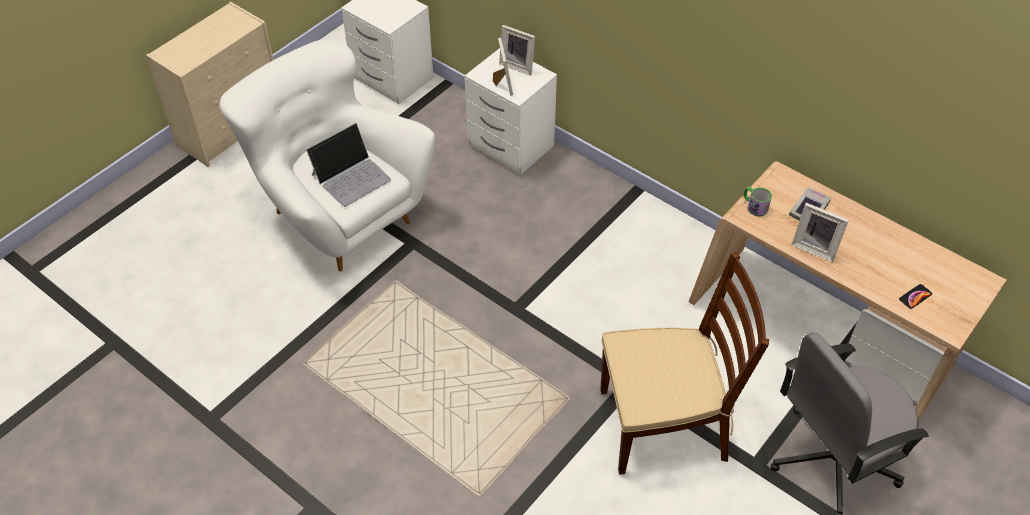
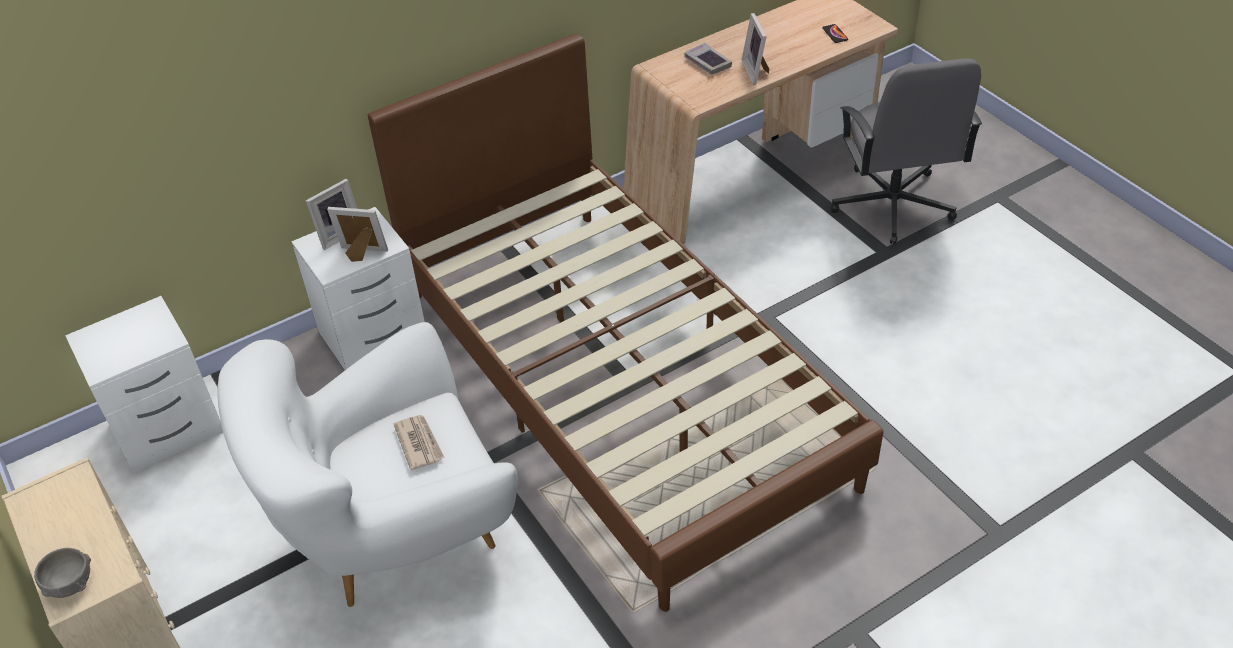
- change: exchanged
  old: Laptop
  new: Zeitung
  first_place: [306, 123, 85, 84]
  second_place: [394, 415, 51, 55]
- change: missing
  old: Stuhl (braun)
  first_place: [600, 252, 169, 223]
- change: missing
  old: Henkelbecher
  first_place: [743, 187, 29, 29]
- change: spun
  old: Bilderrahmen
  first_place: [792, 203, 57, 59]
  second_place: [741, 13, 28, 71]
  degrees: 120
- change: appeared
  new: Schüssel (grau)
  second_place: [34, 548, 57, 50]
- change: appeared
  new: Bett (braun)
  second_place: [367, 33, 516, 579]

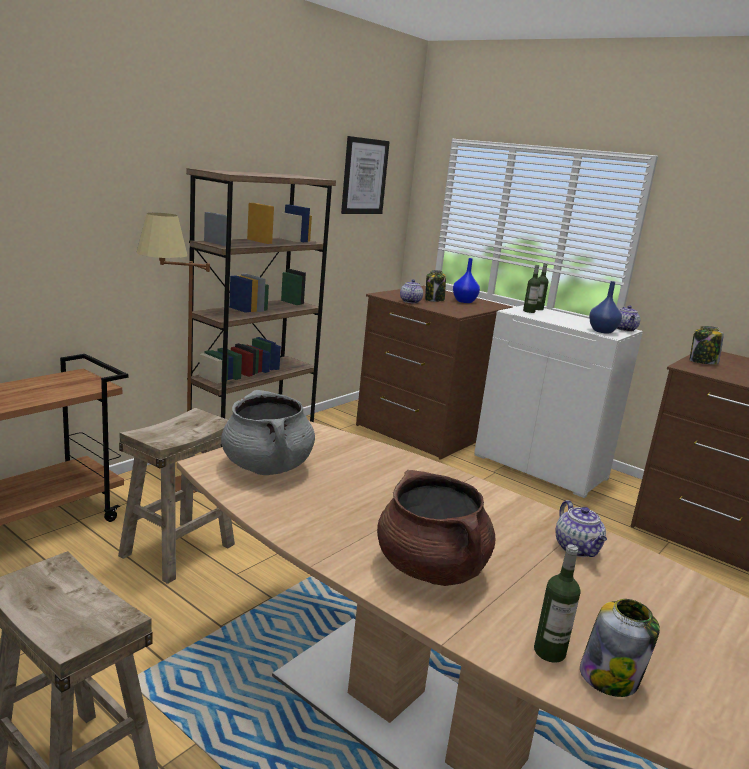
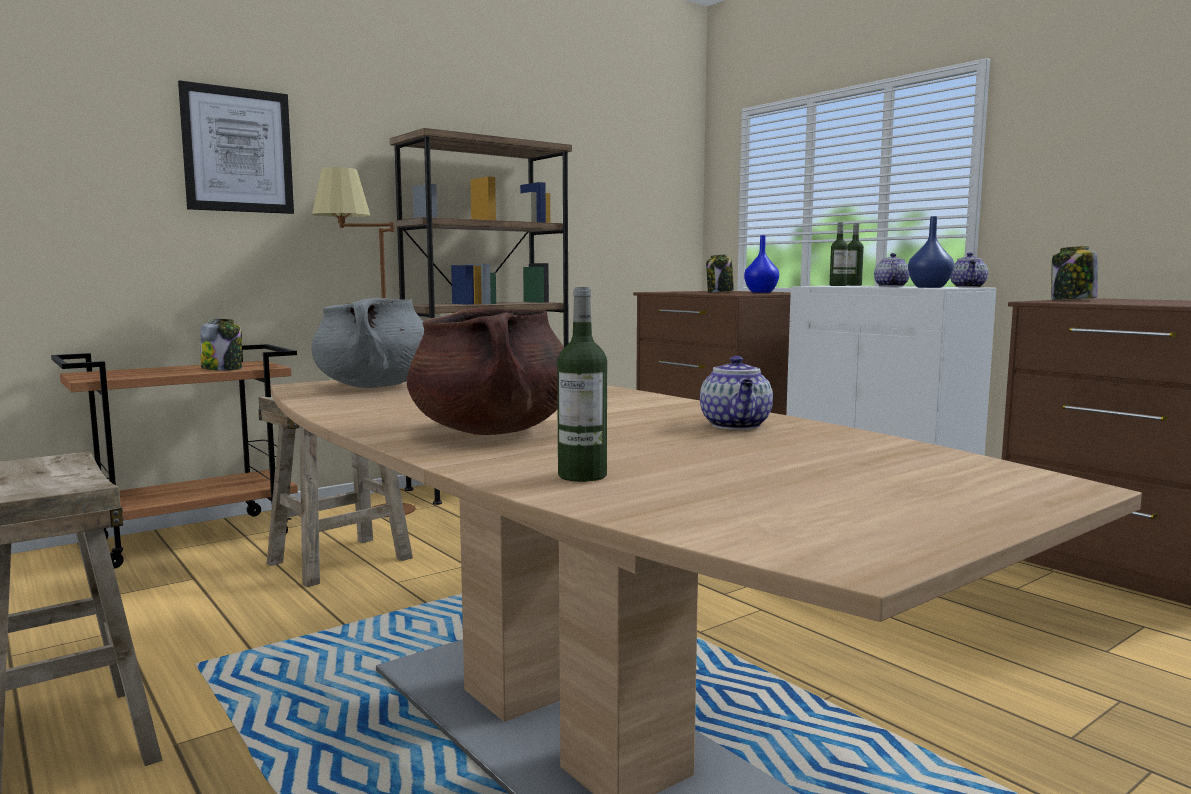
- change: relocated
  old: Bild
  first_place: [341, 136, 49, 78]
  second_place: [178, 80, 116, 134]
- change: relocated
  old: Teekanne
  first_place: [400, 279, 23, 25]
  second_place: [874, 253, 36, 34]
- change: relocated
  old: Vorratsglas
  first_place: [580, 599, 80, 98]
  second_place: [201, 319, 41, 52]

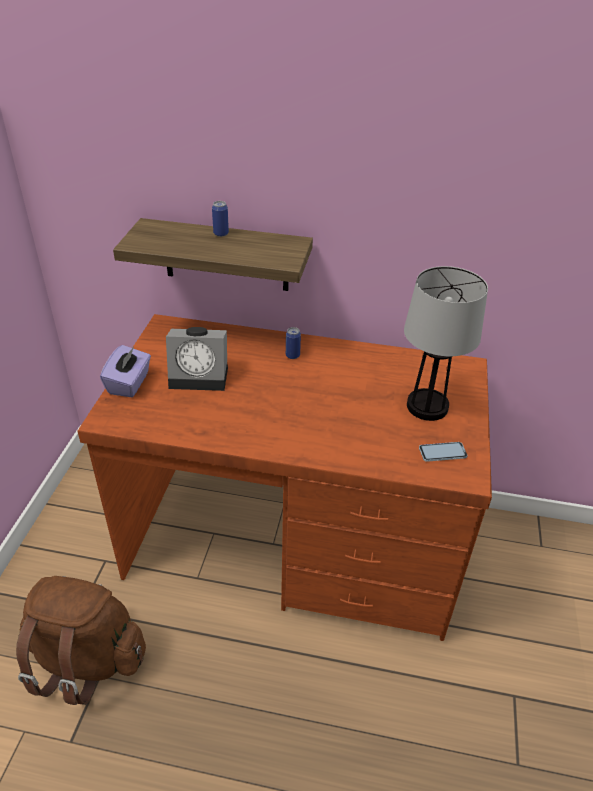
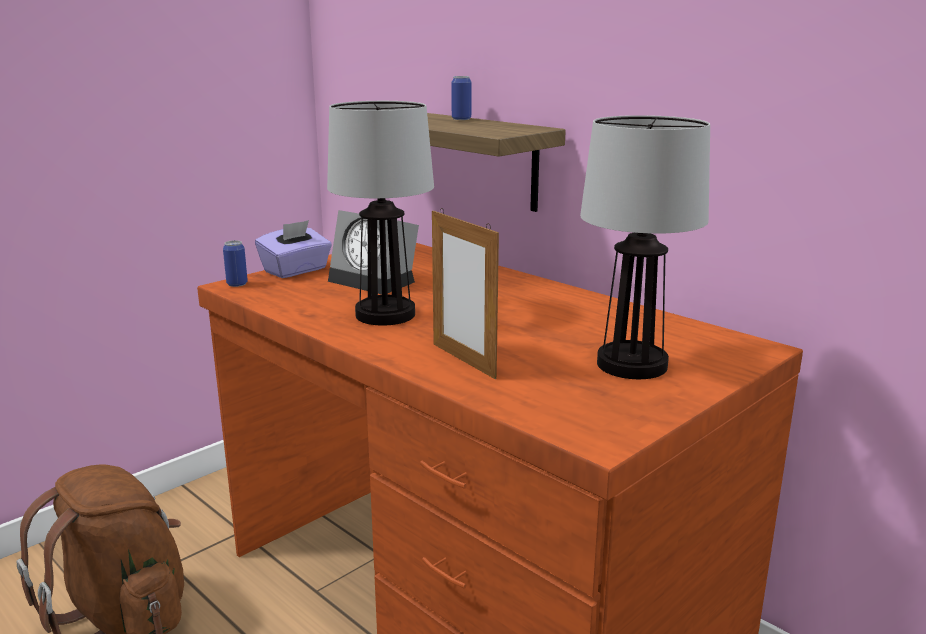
- change: relocated
  old: Dose
  first_place: [286, 327, 15, 32]
  second_place: [223, 240, 25, 47]
- change: missing
  old: Handy
  first_place: [419, 442, 49, 20]
- change: appeared
  new: Tischlampe
  second_place: [327, 101, 107, 225]
- change: appeared
  new: Bilderrahmen
  second_place: [432, 208, 67, 171]

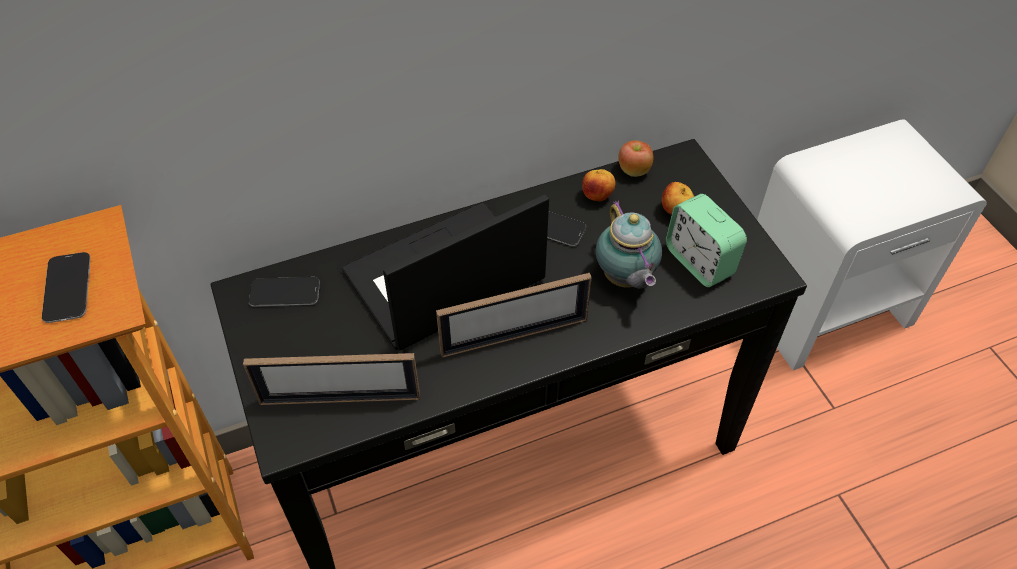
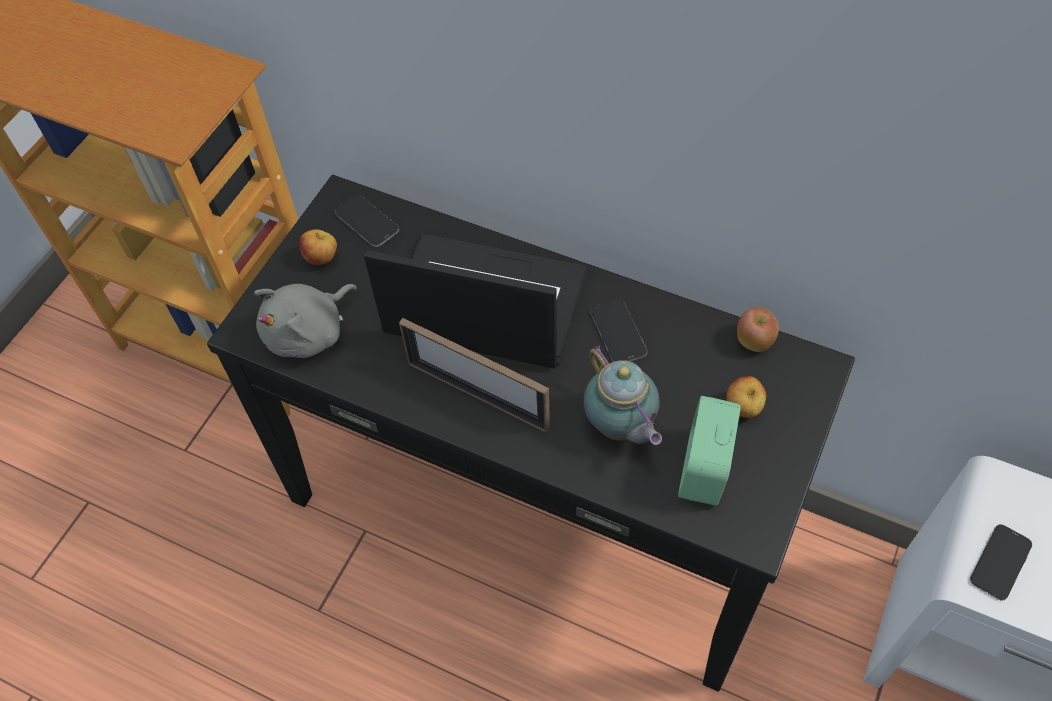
- change: relocated
  old: Handy
  first_place: [42, 252, 48, 71]
  second_place: [970, 524, 62, 77]
- change: exchanged
  old: Bilderrahmen
  new: Plüschtier (grau)
  first_place: [243, 353, 177, 52]
  second_place: [254, 284, 103, 74]
- change: relocated
  old: Apfel
  first_place: [582, 169, 33, 32]
  second_place: [299, 229, 38, 36]
- change: spun
  old: Teekanne
  first_place: [596, 200, 66, 89]
  second_place: [583, 346, 79, 99]
  degrees: -60

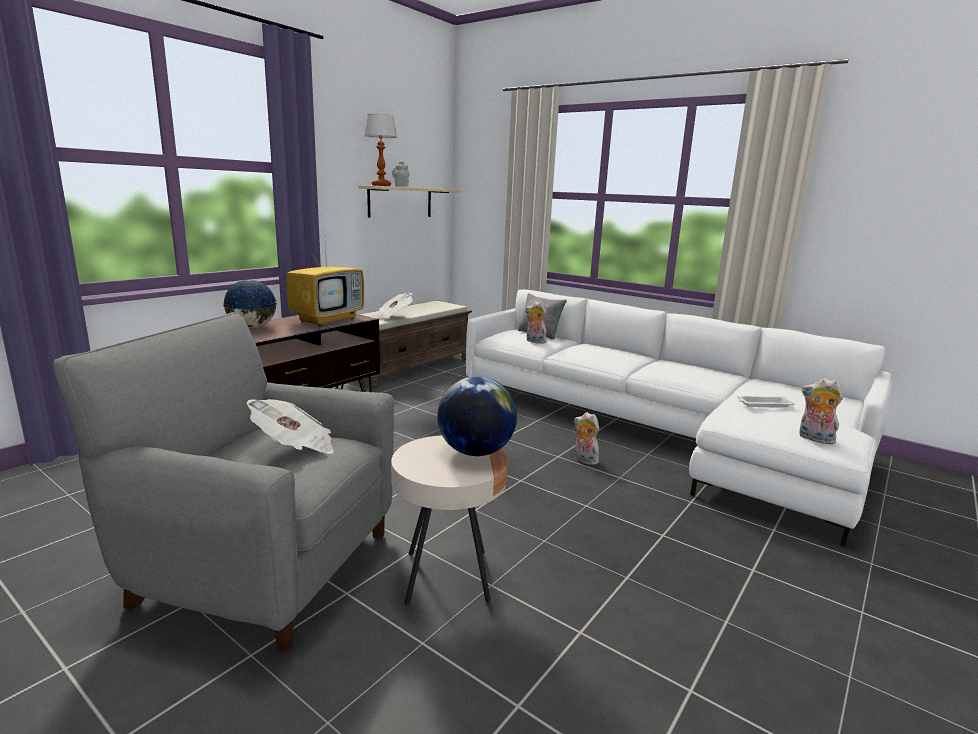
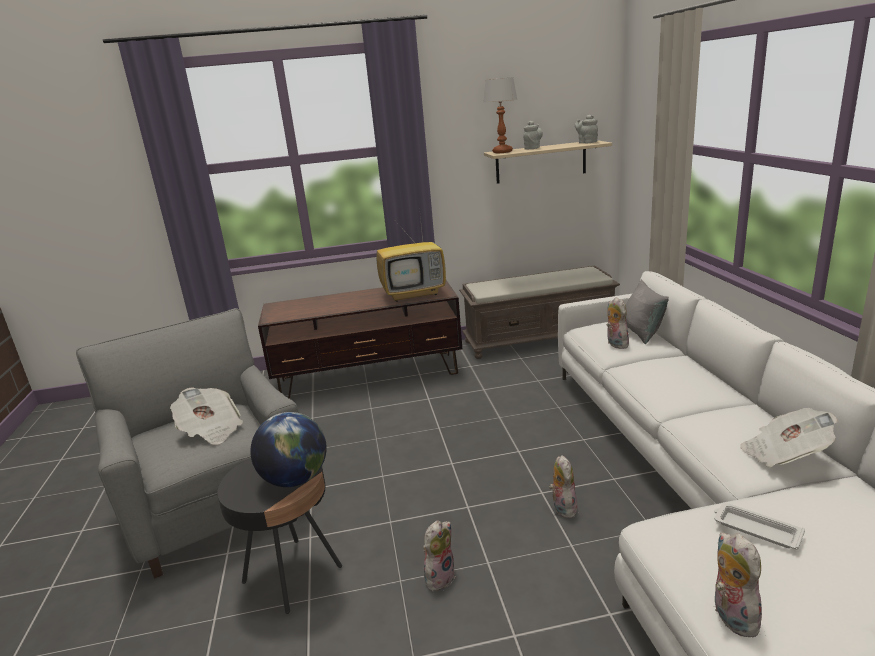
- change: missing
  old: Globus
  first_place: [223, 280, 54, 48]
- change: relocated
  old: Zeitung
  first_place: [371, 293, 42, 26]
  second_place: [740, 408, 98, 59]
- change: colour
  old: Beistelltisch (beige)
  new: Beistelltisch (schwarz)
  first_place: [391, 435, 117, 170]
  second_place: [217, 458, 125, 156]
- change: appeared
  new: Plüschtier
  second_place: [423, 520, 33, 71]
- change: appeared
  new: Teekanne (grau)
  second_place: [575, 115, 23, 29]

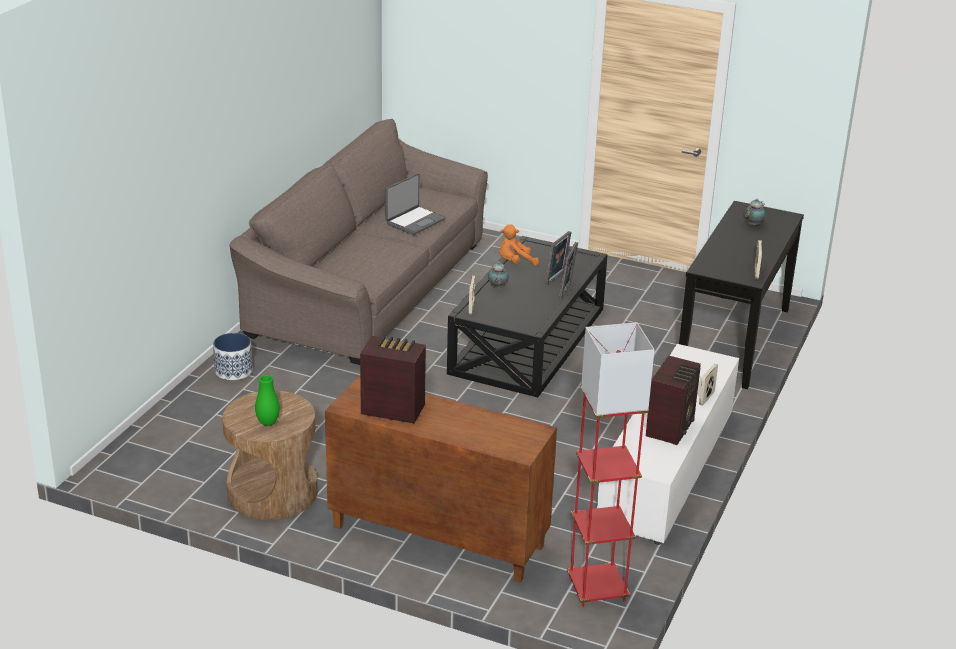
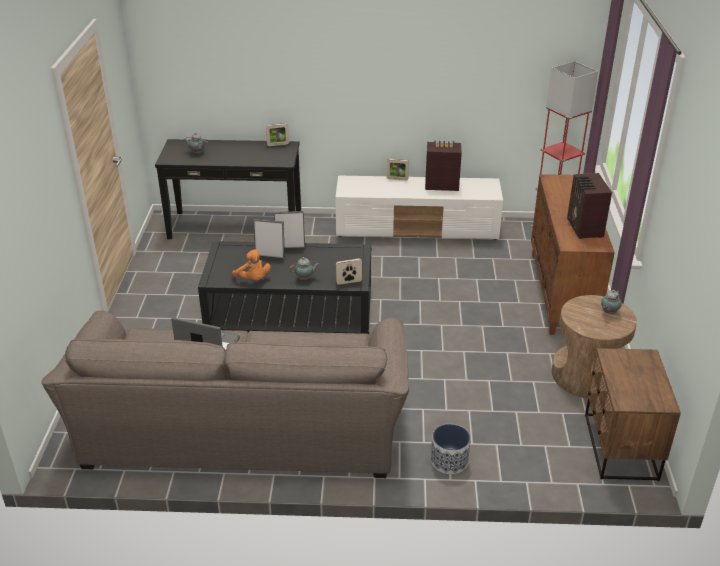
- change: exchanged
  old: Vase (grün)
  new: Teekanne
  first_place: [255, 375, 25, 51]
  second_place: [601, 290, 21, 24]
- change: appeared
  new: Nachttisch (braun)
  second_place: [585, 348, 96, 133]

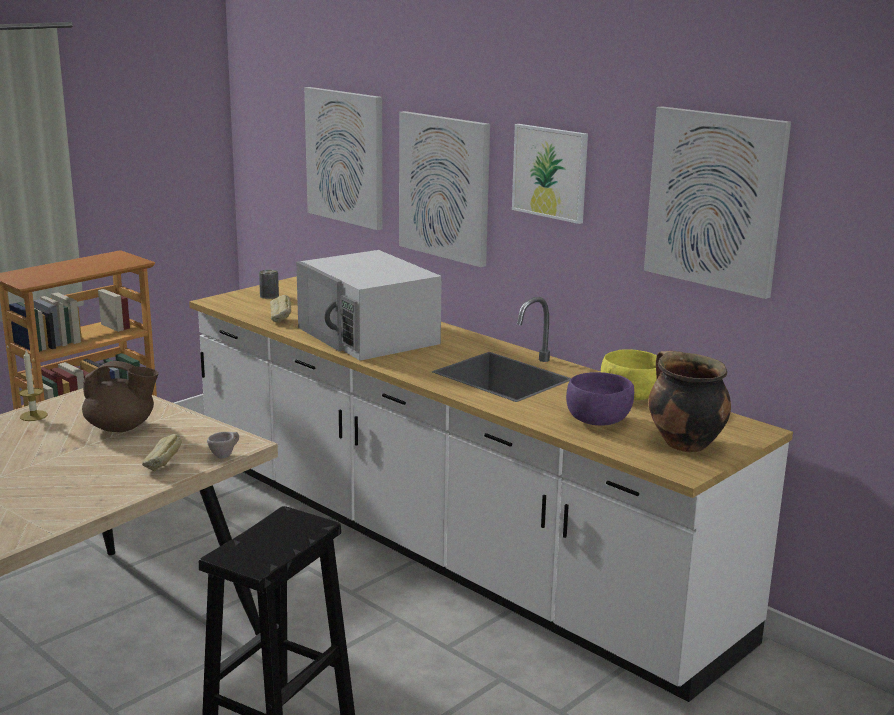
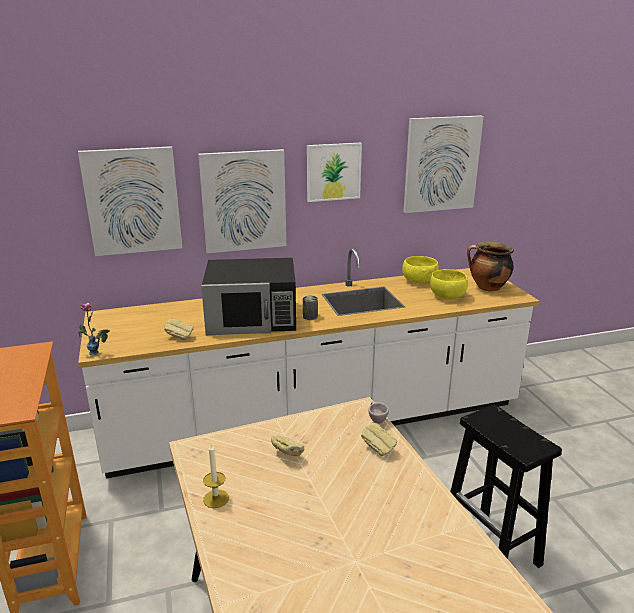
- change: exchanged
  old: Teekanne (braun)
  new: Brot
  first_place: [82, 361, 76, 71]
  second_place: [271, 436, 33, 21]
- change: relocated
  old: Dose
  first_place: [259, 270, 20, 29]
  second_place: [303, 296, 15, 24]
- change: colour
  old: Mikrowelle (weiß)
  new: Mikrowelle (schwarz)
  first_place: [296, 250, 146, 111]
  second_place: [201, 258, 95, 77]
- change: colour
  old: Schüssel (lila)
  new: Schüssel (gelb)
  first_place: [566, 372, 68, 53]
  second_place: [430, 269, 38, 30]
- change: appeared
  new: Vase
  second_place: [79, 303, 30, 52]

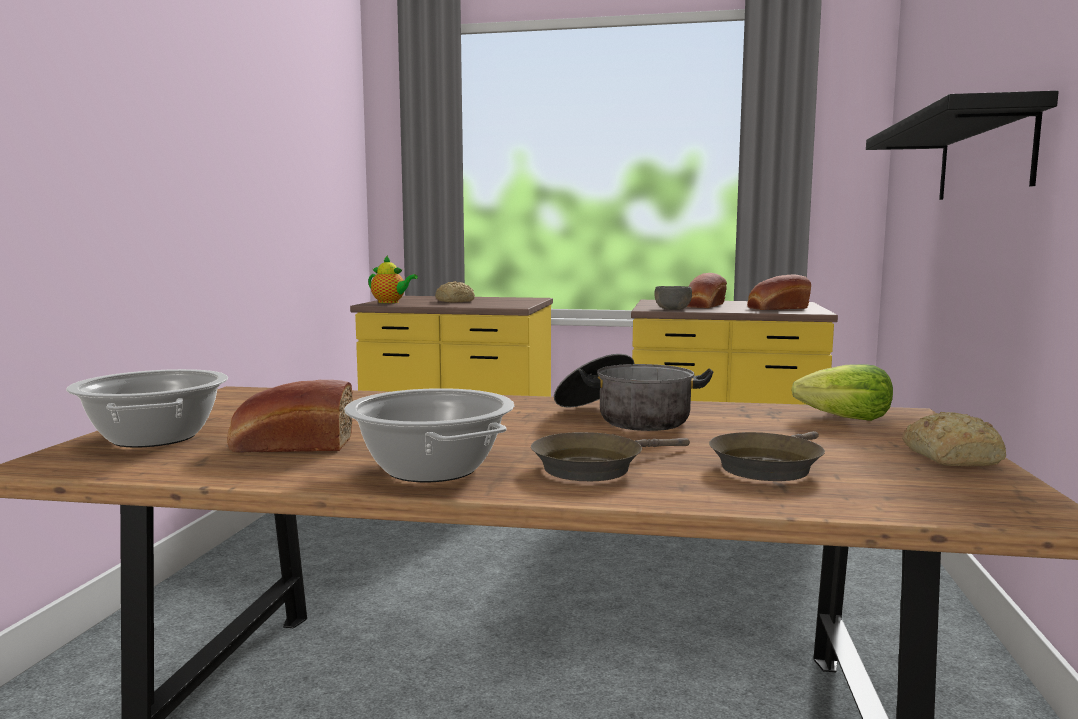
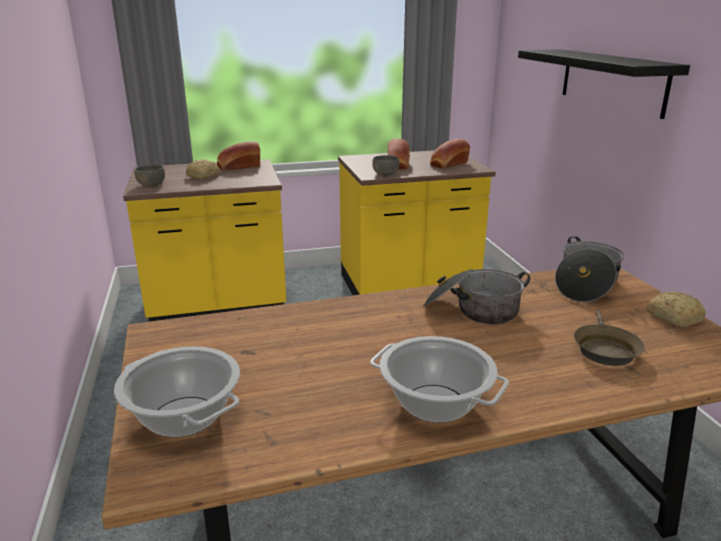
- change: relocated
  old: Brot
  first_place: [227, 380, 126, 73]
  second_place: [217, 141, 43, 30]
- change: exchanged
  old: Teekanne
  new: Schüssel (grau)
  first_place: [368, 255, 50, 48]
  second_place: [134, 165, 31, 22]
- change: missing
  old: Pfanne (braun)
  first_place: [531, 432, 159, 49]
- change: exchanged
  old: Salatkopf
  new: Kochtopf
  first_place: [791, 364, 102, 57]
  second_place: [555, 237, 69, 65]

